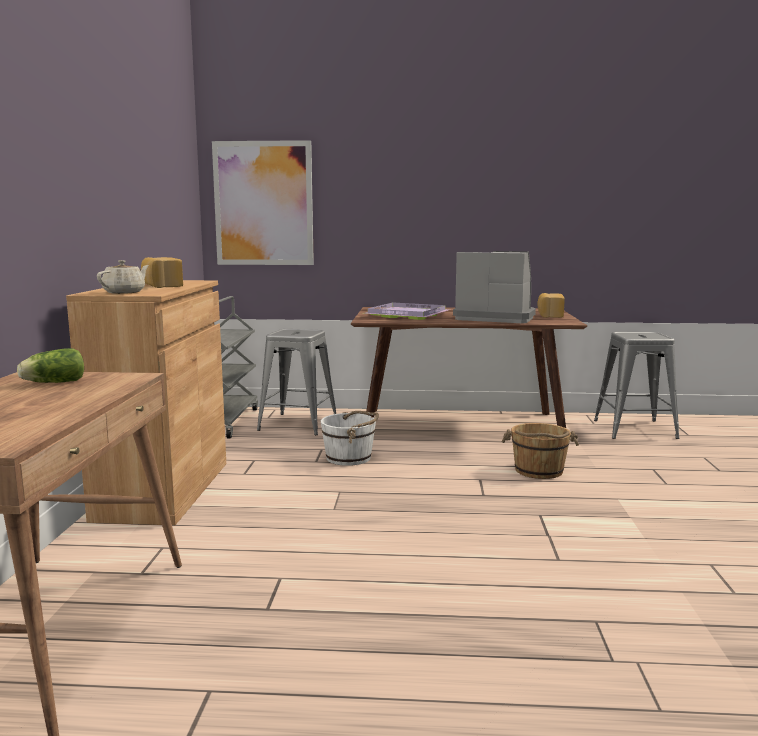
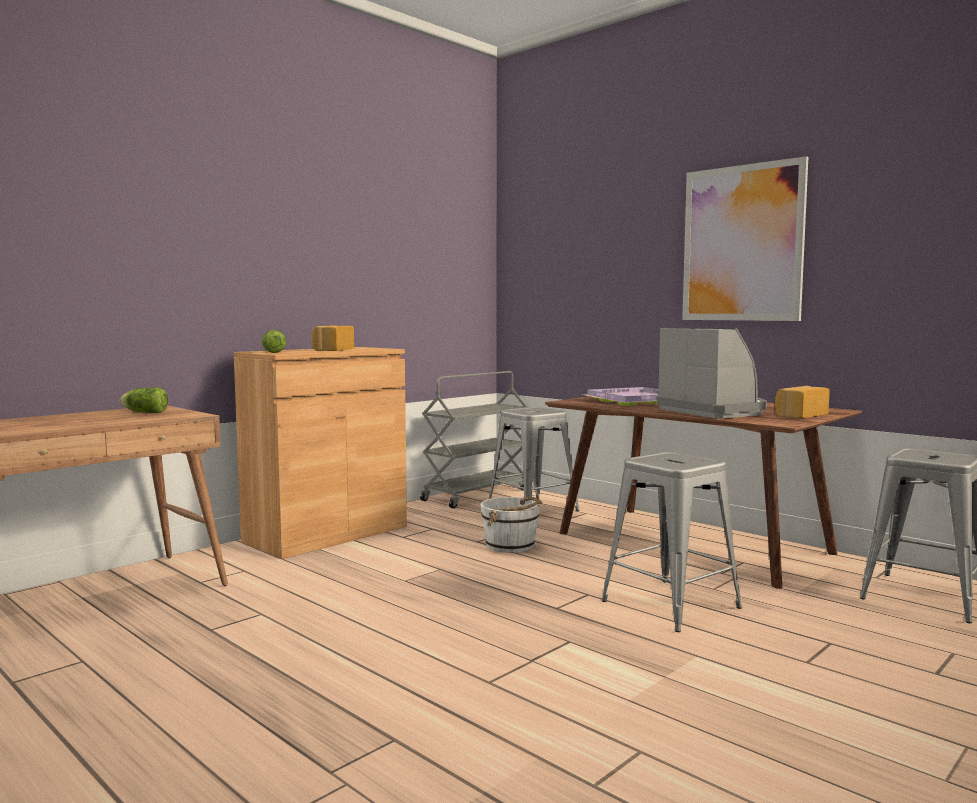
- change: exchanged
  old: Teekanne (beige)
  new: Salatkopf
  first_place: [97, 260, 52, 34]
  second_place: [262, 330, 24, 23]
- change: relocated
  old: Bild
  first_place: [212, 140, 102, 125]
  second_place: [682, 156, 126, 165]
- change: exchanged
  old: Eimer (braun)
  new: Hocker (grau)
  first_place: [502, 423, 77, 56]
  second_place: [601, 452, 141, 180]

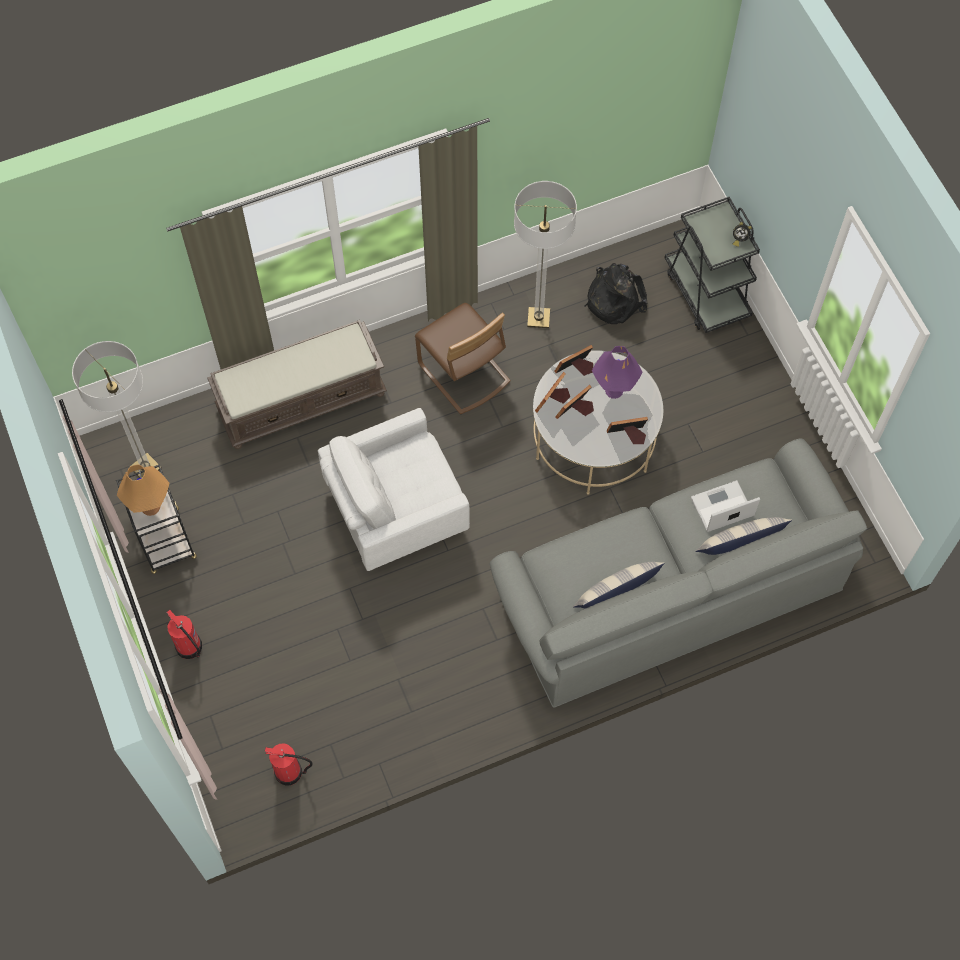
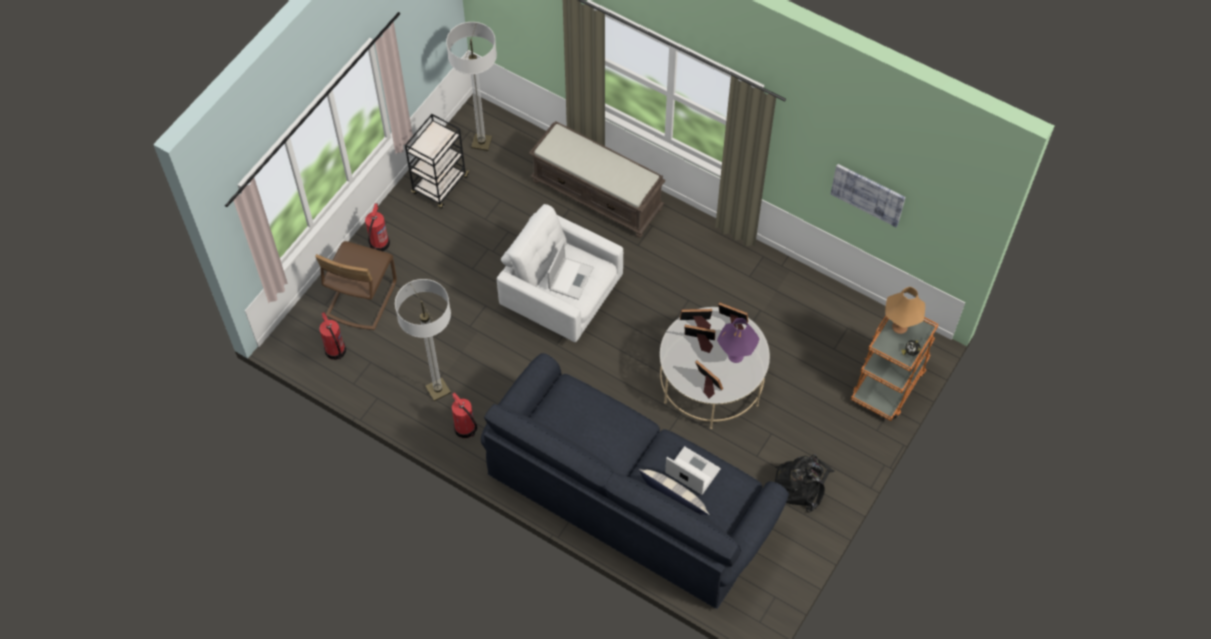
- change: relocated
  old: Tischlampe (orange)
  first_place: [117, 464, 52, 52]
  second_place: [885, 287, 40, 47]
- change: relocated
  old: Stuhl (braun)
  first_place: [415, 303, 96, 111]
  second_place: [315, 241, 82, 89]
- change: colour
  old: Sofa (grau)
  new: Sofa (blau)
  first_place: [490, 438, 377, 269]
  second_place: [481, 353, 308, 256]
- change: relocated
  old: Stehlampe
  first_place: [514, 181, 63, 147]
  second_place: [395, 279, 56, 122]
- change: missing
  old: Kissen
  first_place: [573, 562, 92, 47]
- change: relocated
  old: Rucksack (schwarz)
  first_place: [585, 263, 63, 61]
  second_place: [775, 454, 59, 59]
- change: colour
  old: Rollwagen (schwarz)
  new: Rollwagen (orange)
  first_place: [664, 197, 96, 136]
  second_place: [851, 316, 88, 105]
- change: appeared
  new: Feuerlöscher
  second_place: [452, 392, 25, 46]
- change: appeared
  new: Laptop
  second_place: [548, 241, 46, 59]
- change: appeared
  new: Bild
  second_place: [830, 164, 76, 63]

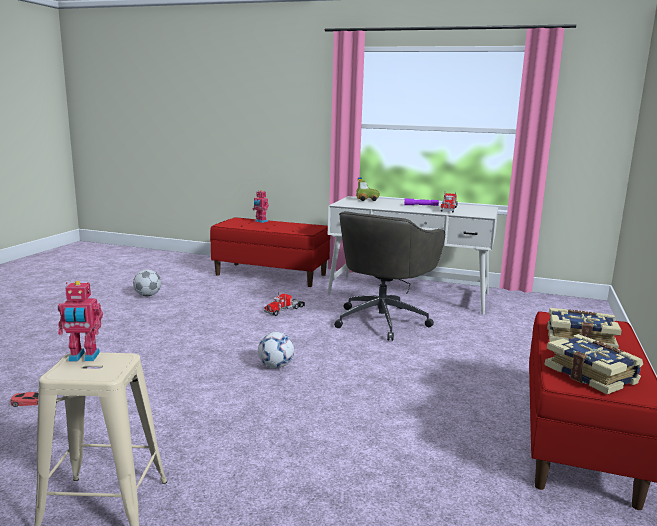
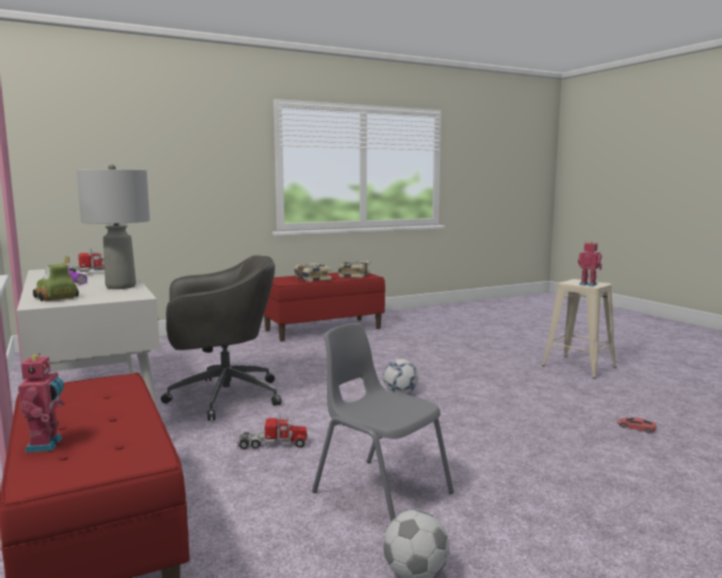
- change: appeared
  new: Tischlampe (grau)
  second_place: [77, 165, 73, 124]
- change: appeared
  new: Stuhl (grau)
  second_place: [312, 323, 142, 198]

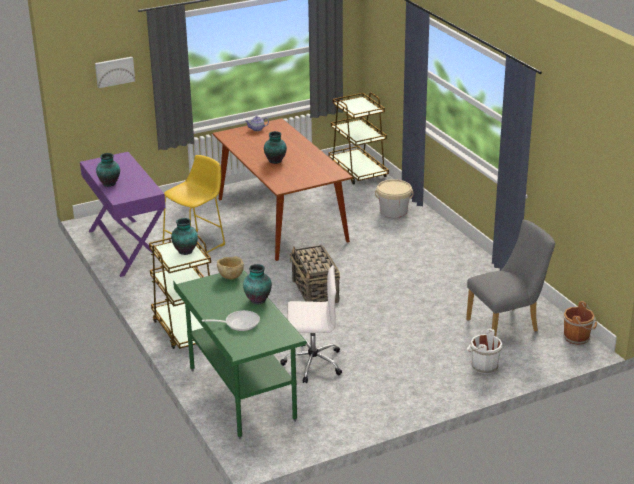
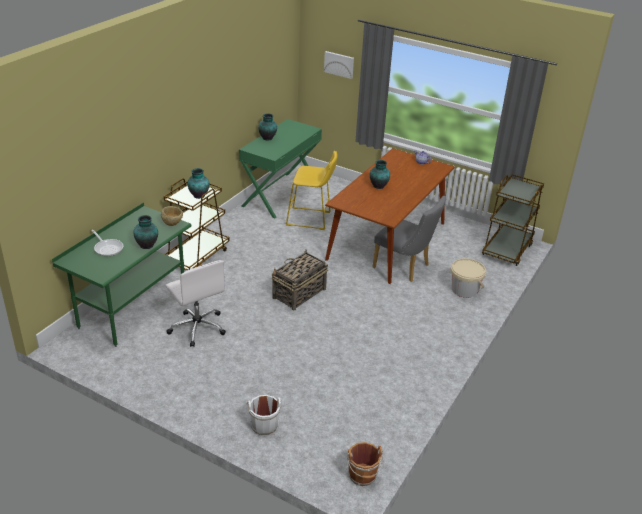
- change: colour
  old: Schreibtisch (lila)
  new: Schreibtisch (grün)
  first_place: [80, 152, 86, 125]
  second_place: [239, 119, 83, 99]
- change: relocated
  old: Stuhl (grau)
  first_place: [466, 220, 89, 116]
  second_place: [373, 196, 73, 86]

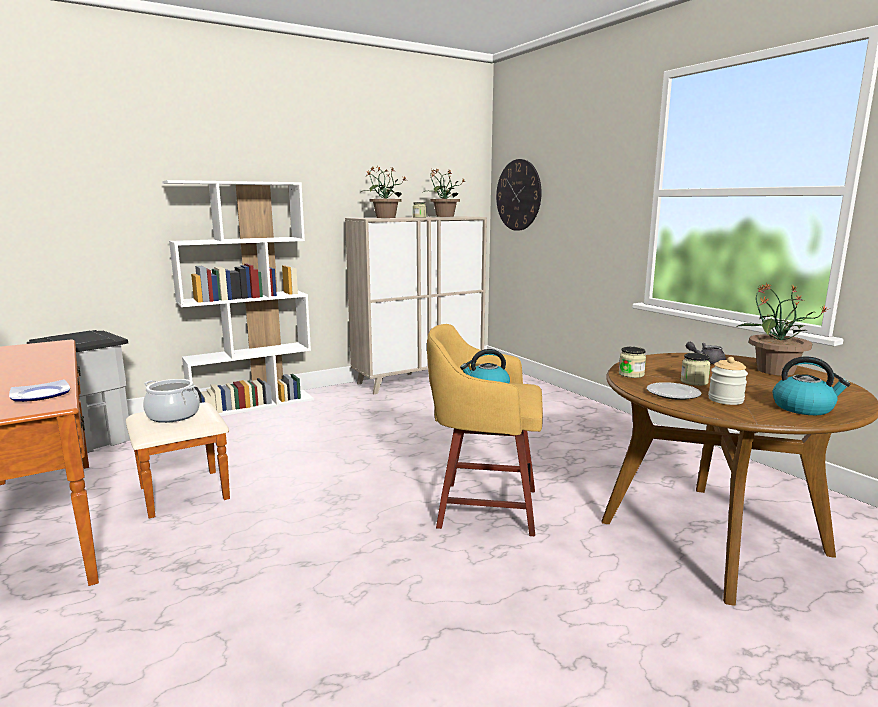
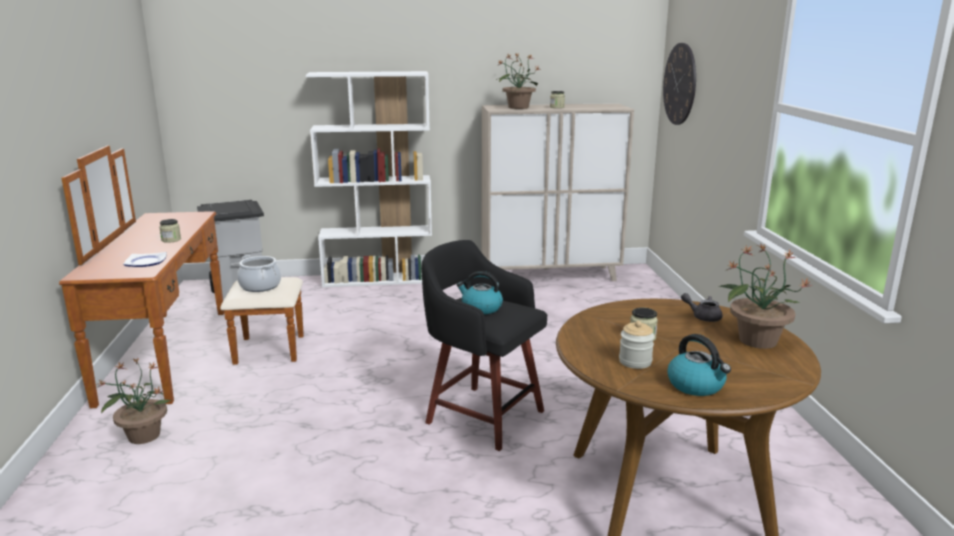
- change: relocated
  old: Topfpflanze
  first_place: [424, 169, 42, 48]
  second_place: [97, 358, 74, 86]
- change: colour
  old: Hocker (gelb)
  new: Hocker (schwarz)
  first_place: [427, 324, 116, 212]
  second_place: [421, 240, 126, 211]
- change: relocated
  old: Vorratsglas
  first_place: [619, 347, 27, 31]
  second_place: [159, 219, 22, 24]
- change: missing
  old: Teller
  first_place: [647, 382, 54, 18]

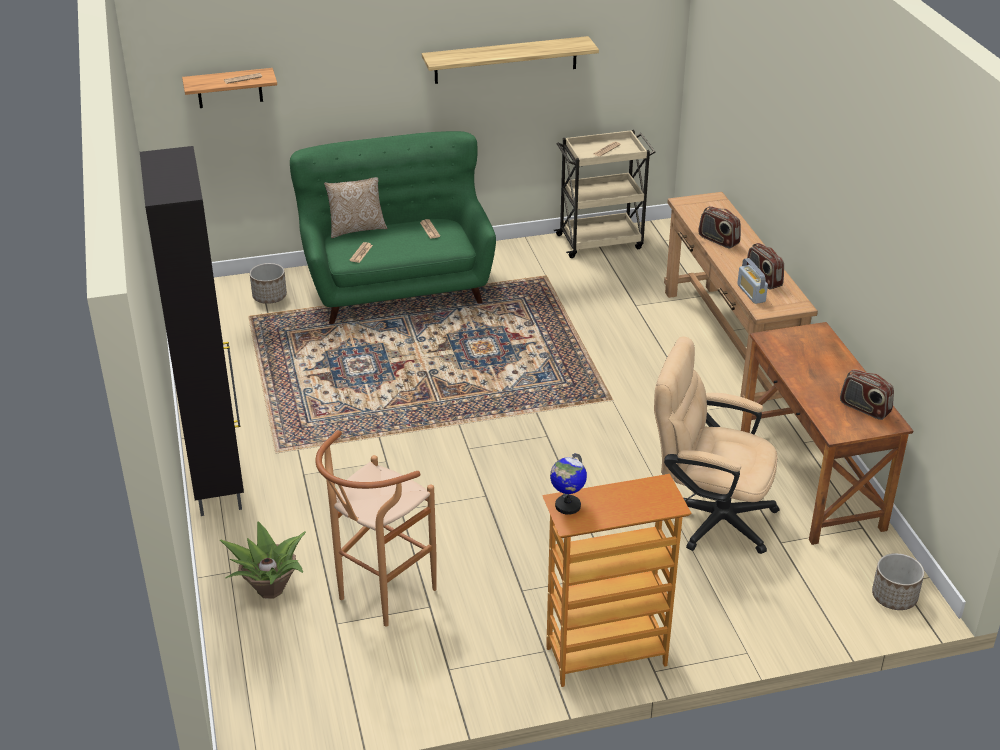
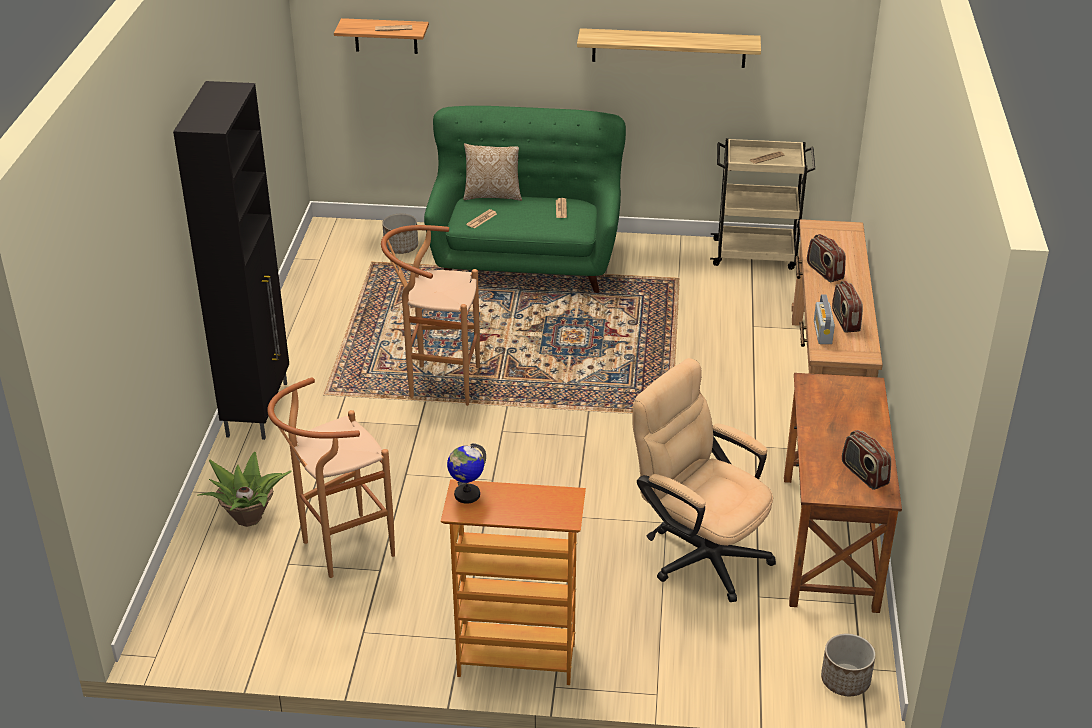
- change: appeared
  new: Hocker (braun)
  second_place: [381, 225, 99, 181]

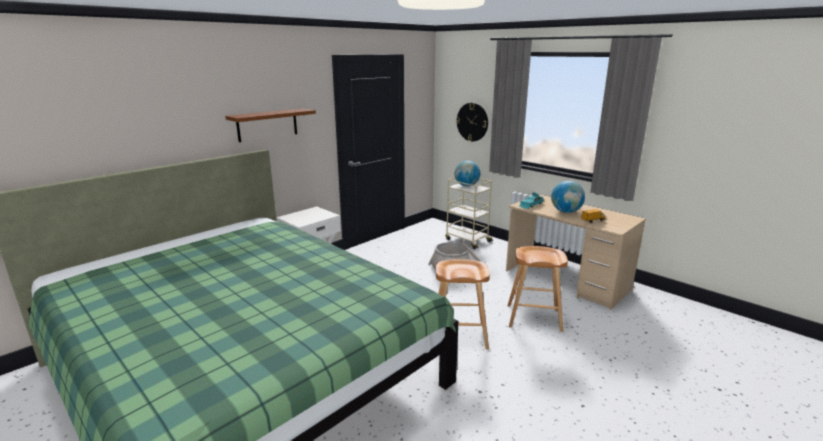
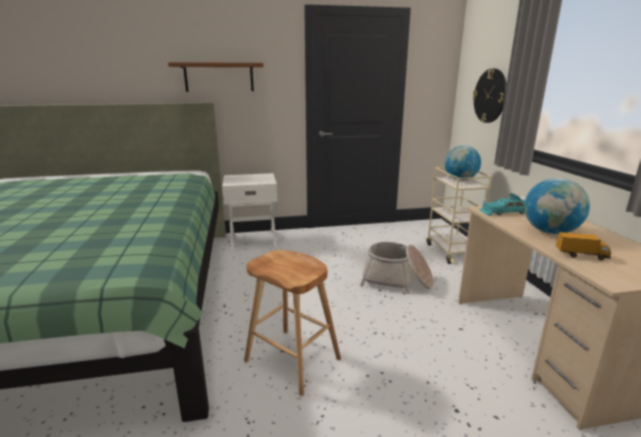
- change: missing
  old: Hocker (braun)
  first_place: [507, 246, 61, 86]

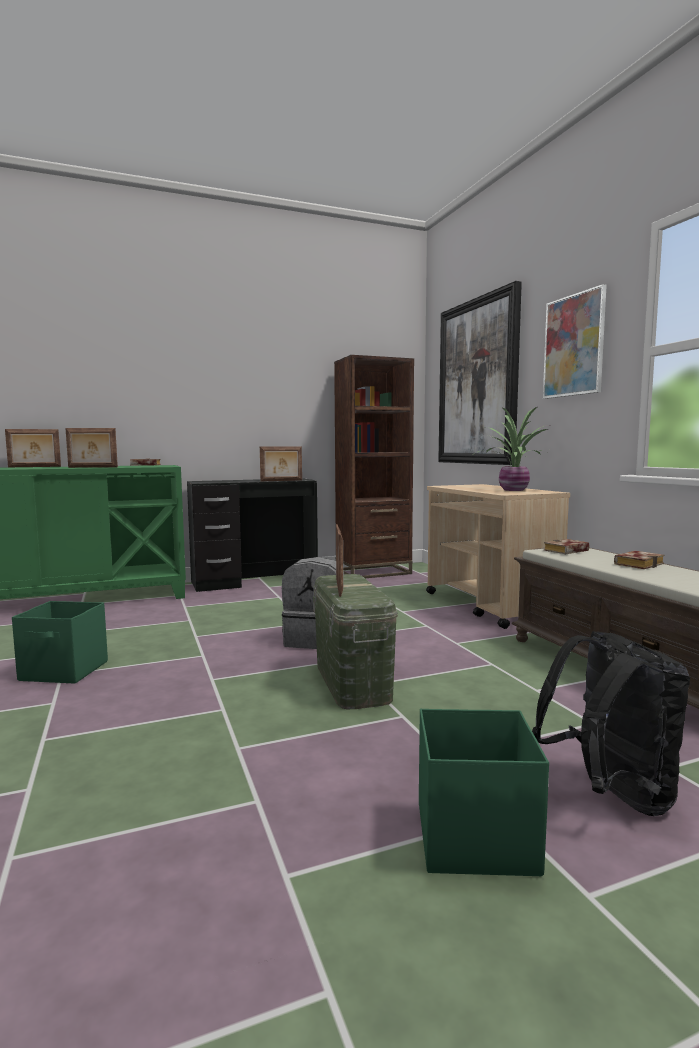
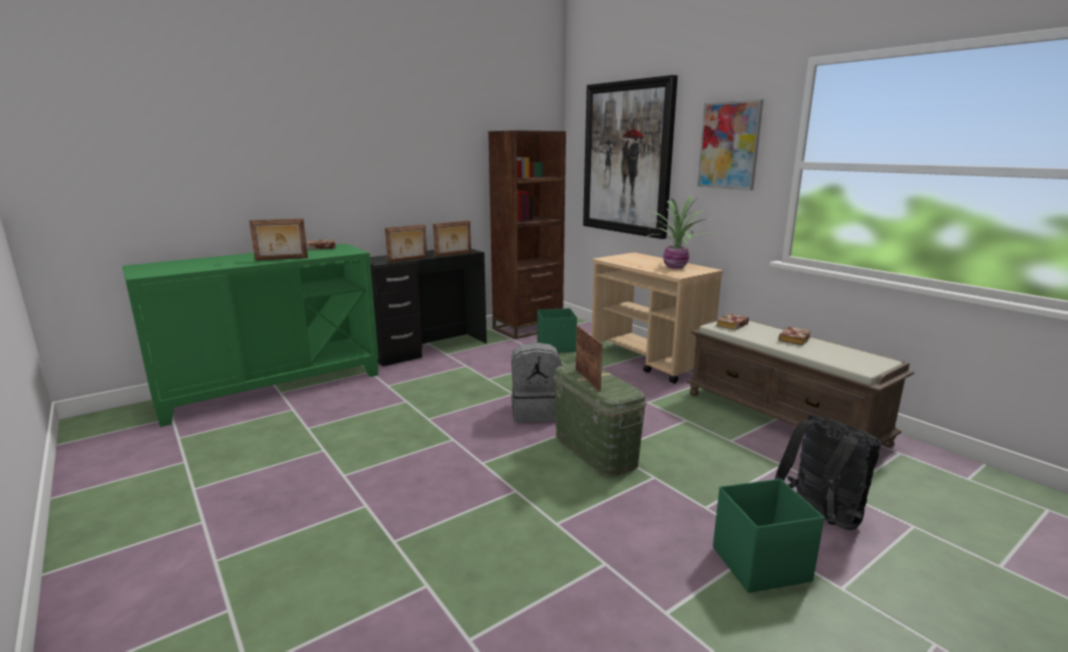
- change: relocated
  old: Bilderrahmen
  first_place: [5, 429, 56, 38]
  second_place: [385, 224, 42, 39]
- change: relocated
  old: Aufbewahrungsbox (grün)
  first_place: [12, 601, 96, 83]
  second_place: [537, 308, 40, 45]

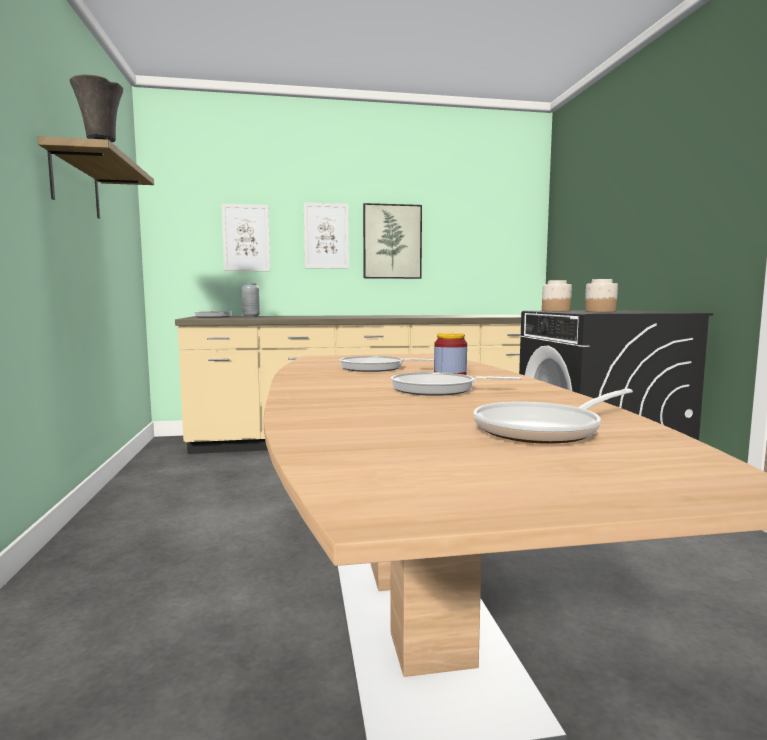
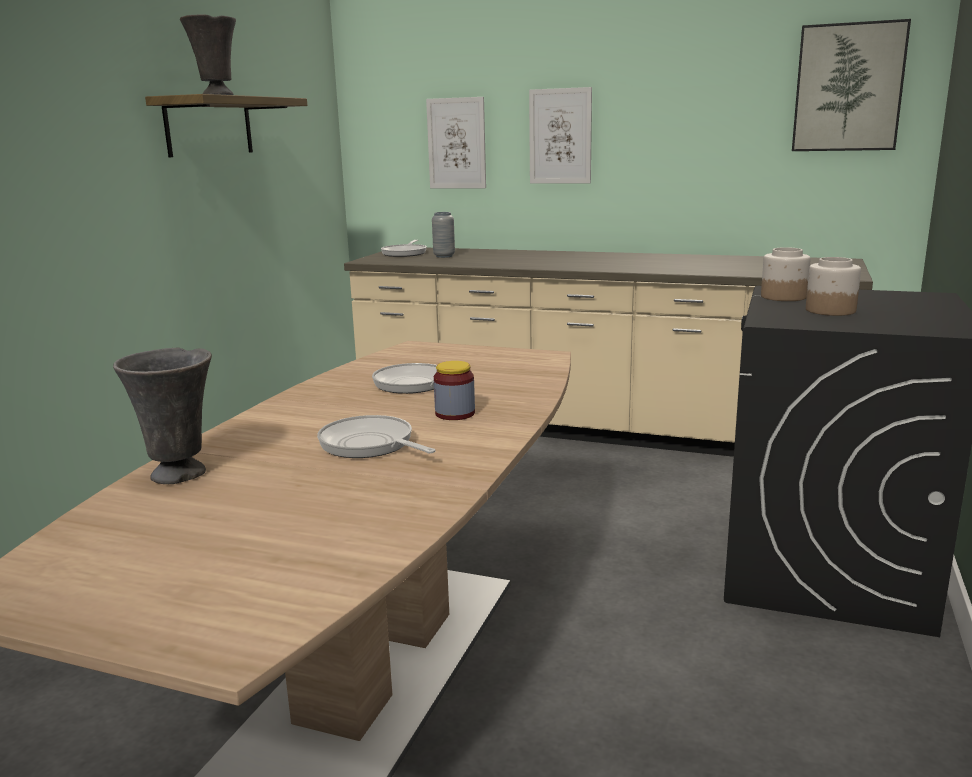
- change: relocated
  old: Bild
  first_place: [363, 203, 59, 76]
  second_place: [792, 19, 119, 132]
- change: missing
  old: Pfanne
  first_place: [473, 388, 160, 56]
- change: appeared
  new: Vase (grau)
  second_place: [113, 348, 99, 136]

